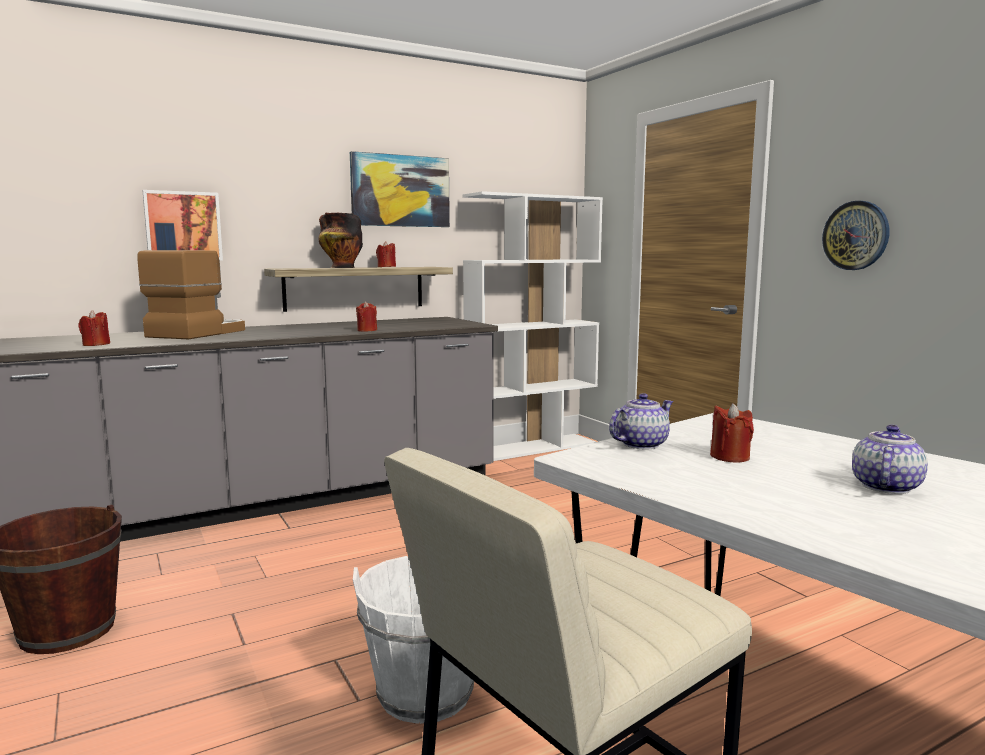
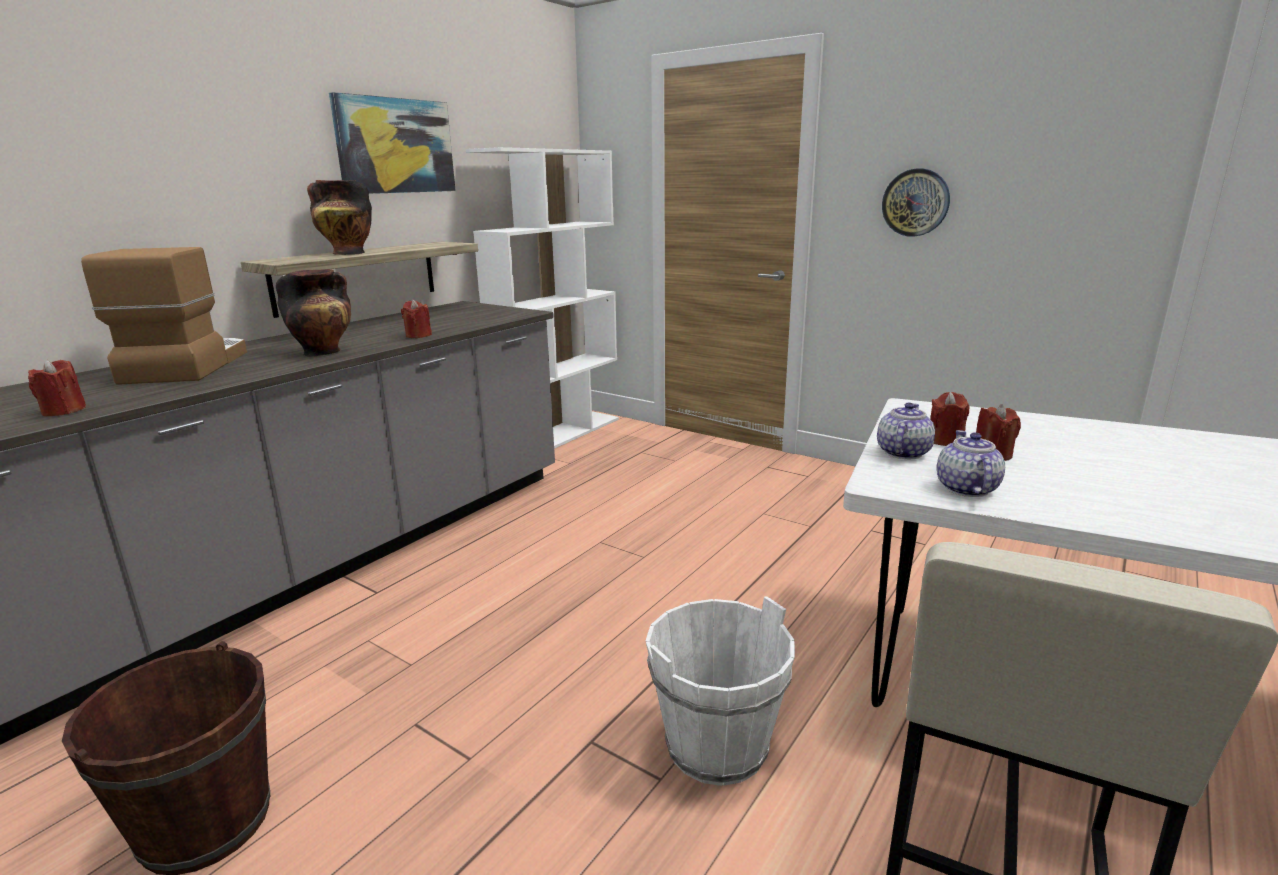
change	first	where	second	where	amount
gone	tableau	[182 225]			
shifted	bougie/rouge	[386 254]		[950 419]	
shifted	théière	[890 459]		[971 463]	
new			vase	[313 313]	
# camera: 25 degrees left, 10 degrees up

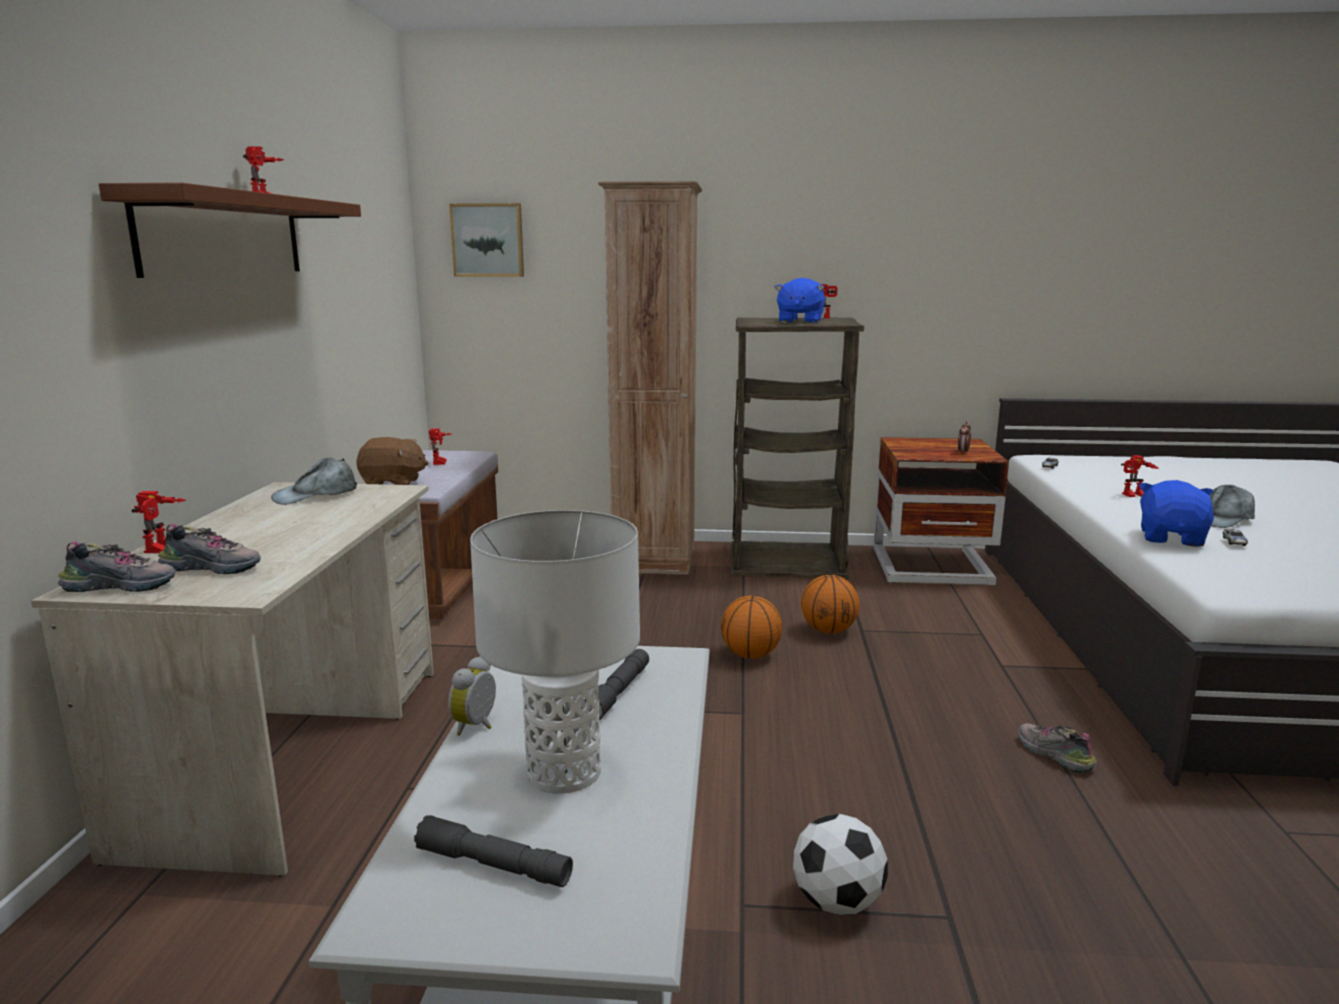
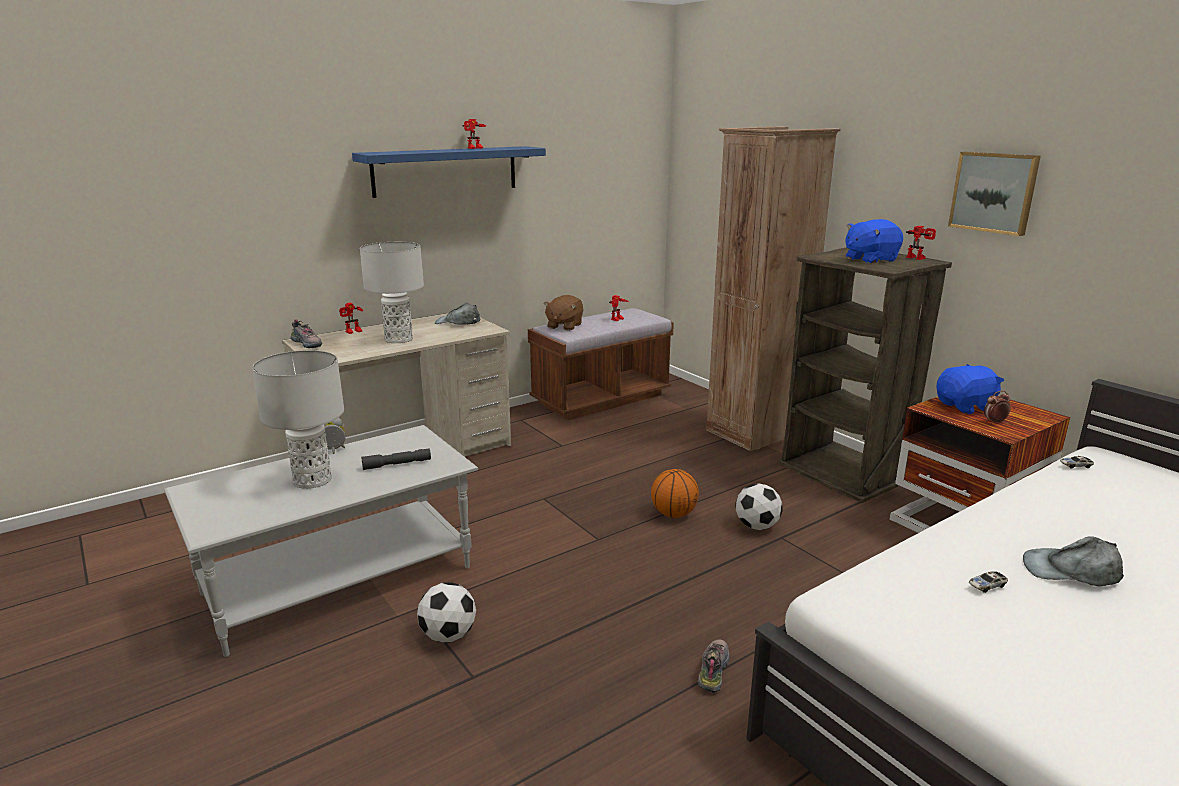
change	first	where	second	where	amount
repainted	étagère/marron	[230 230]	étagère/bleu	[449 172]	
shifted	tableau	[486 240]		[994 194]	
rotated	peluche/marron	[392 461]		[563 313]	60 degrees clockwise
gone	robot jouet	[1140 476]			
shifted	peluche/bleu	[1176 513]		[970 389]	
gone	chaussure	[209 549]			
swapped	ballon de basket	[830 604]	ballon de foot	[759 506]	
gone	lampe de poche/gris	[493 851]			
new			lampe de table/blanc	[392 292]	
# camera: 50 degrees right, 5 degrees up

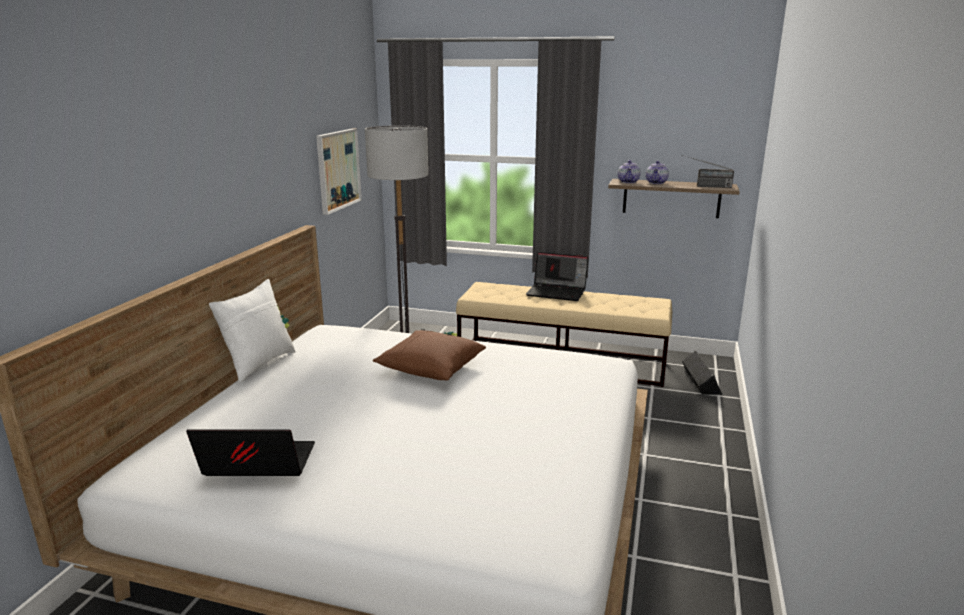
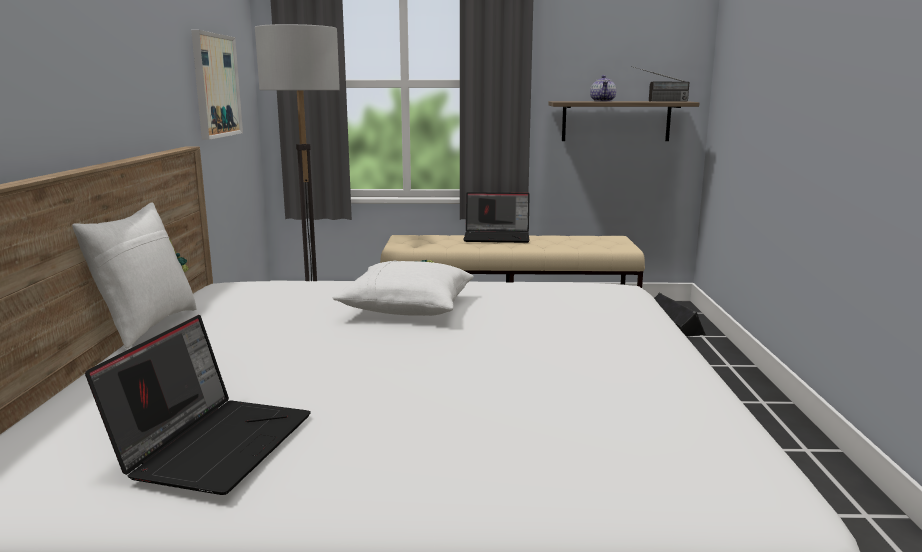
change	first	where	second	where	amount
gone	théière	[629 171]			
repainted	coussin/marron	[429 355]	coussin/blanc	[403 288]	
rotated	ordinateur portable	[250 452]		[198 405]	120 degrees clockwise
# camera: 15 degrees left, 5 degrees down

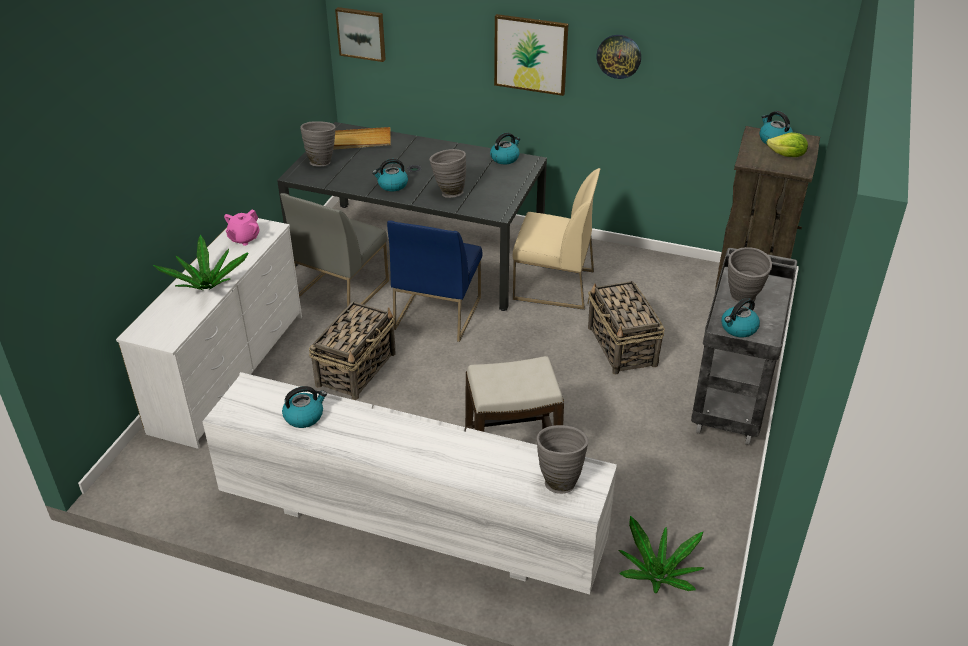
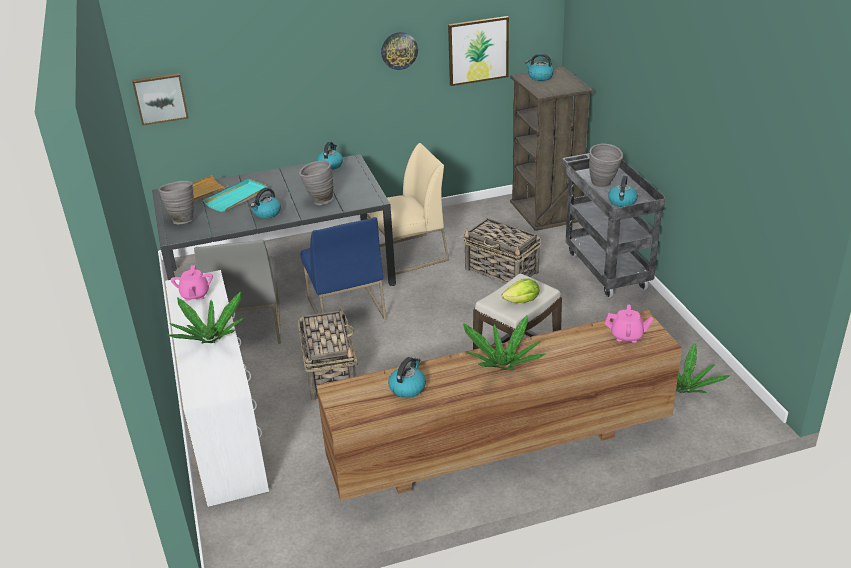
change	first	where	second	where	amount
shifted	tableau	[531 55]		[478 51]	
shifted	laitue	[787 145]		[521 290]	
repainted	meuble de rangement/blanc	[409 483]	meuble de rangement/marron	[499 405]	
swapped	vase/gris	[562 459]	théière/rose	[629 323]	
new			plateau/turquoise	[235 195]	
new			plante en pot	[504 343]	
# camera: 35 degrees left, 5 degrees down

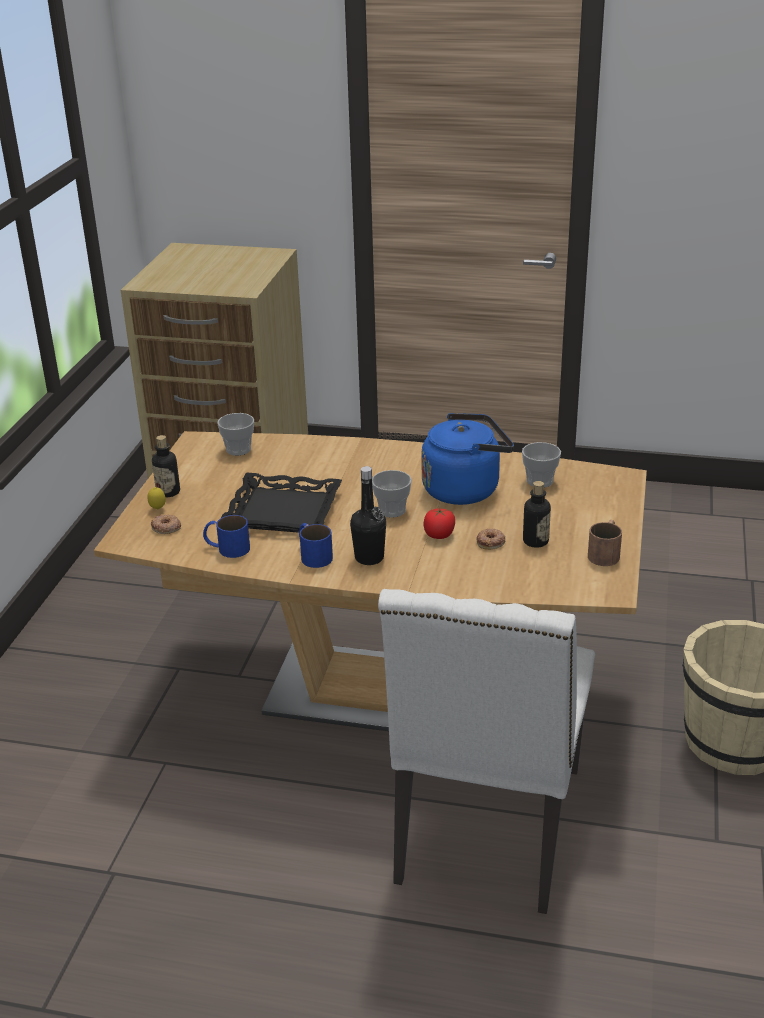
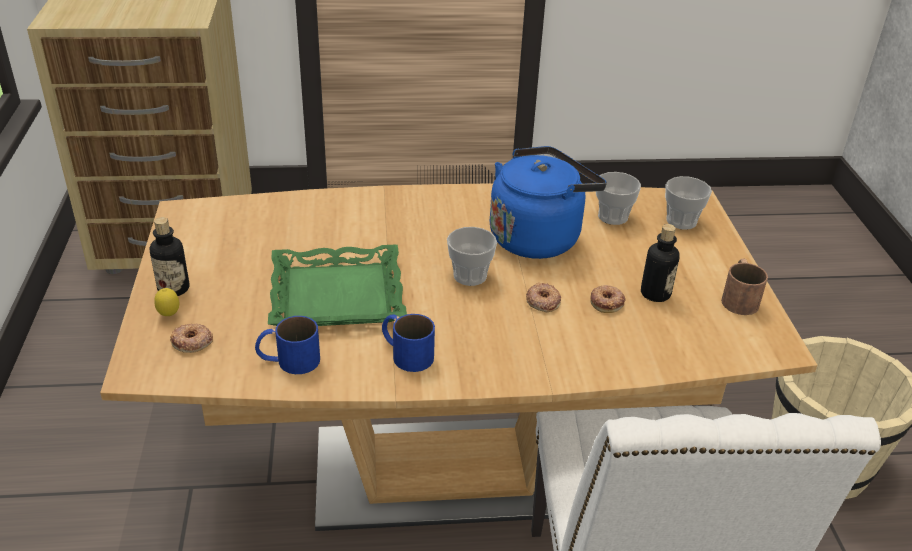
change	first	where	second	where	amount
shifted	tasse	[235 434]		[688 203]	
gone	bouteille/noir	[368 515]			
repainted	plateau/noir	[281 503]	plateau/vert	[337 285]	
swapped	tomate	[439 523]	beignet	[543 297]	
# camera: 20 degrees left, 5 degrees up

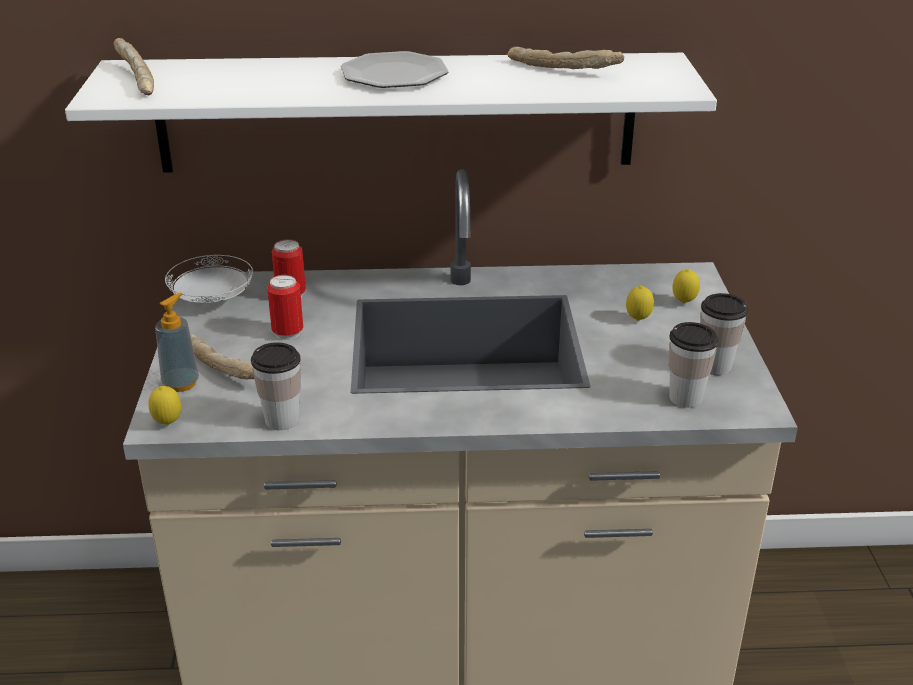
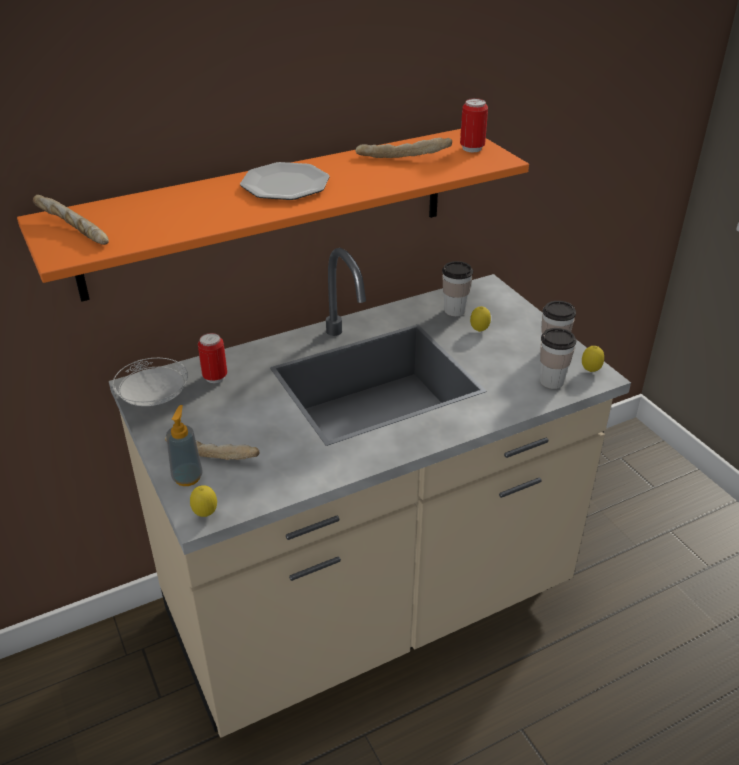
change	first	where	second	where	amount
repainted	étagère/blanc	[391 113]	étagère/orange	[273 215]	
shifted	citron	[686 286]		[593 359]	
shifted	boîte métallique	[285 307]		[474 125]	
shifted	tasse	[276 386]		[457 288]	
# camera: 25 degrees left, 5 degrees up

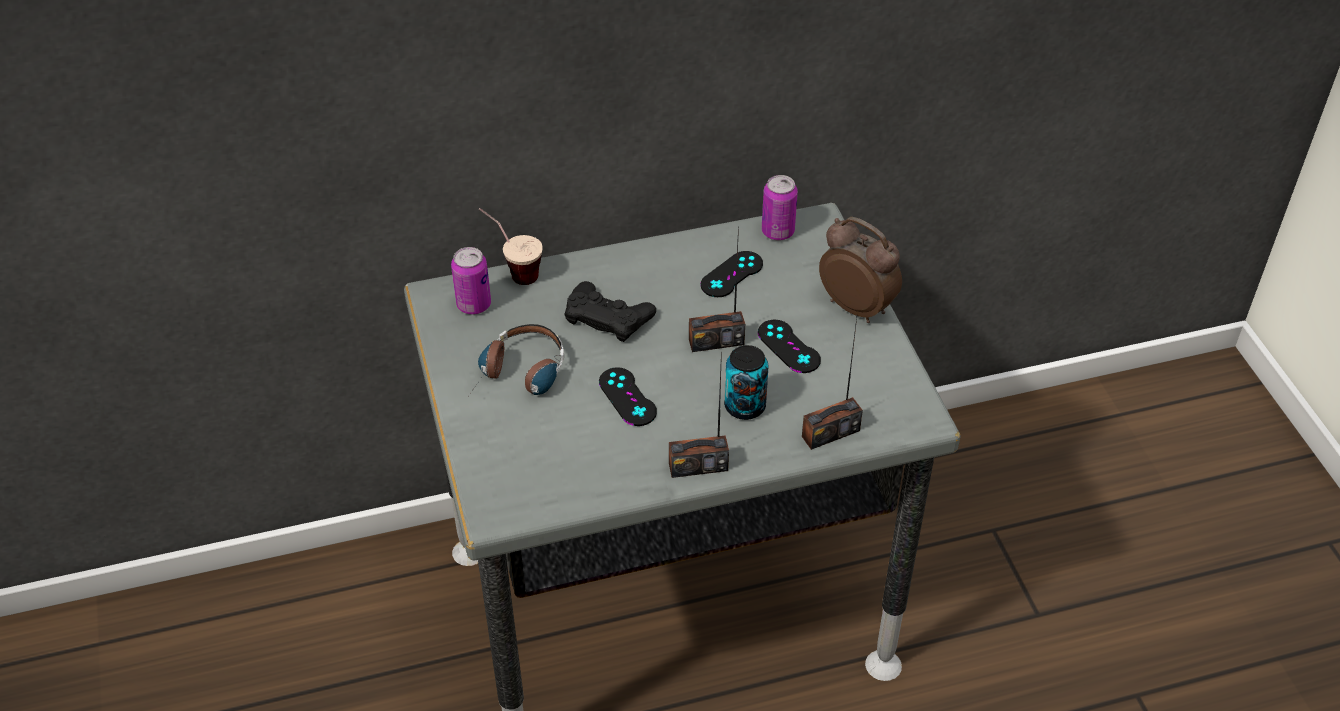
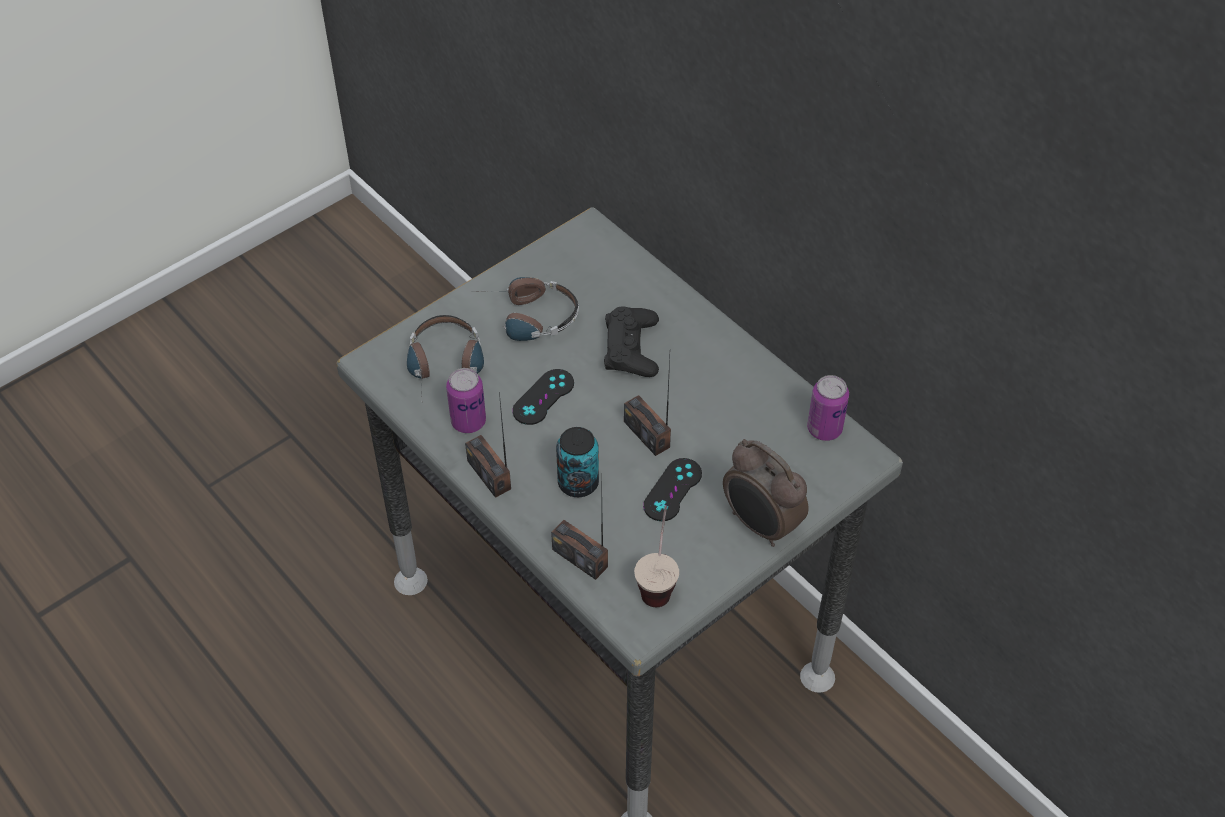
change	first	where	second	where	amount
shifted	tasse	[511 246]		[656 556]	
rotated	réveil	[860 270]		[766 493]	120 degrees clockwise
shifted	boîte métallique	[471 281]		[466 400]	
gone	manette/noir	[731 274]			
new			casque audio	[445 355]	
# camera: 65 degrees right, 5 degrees up

